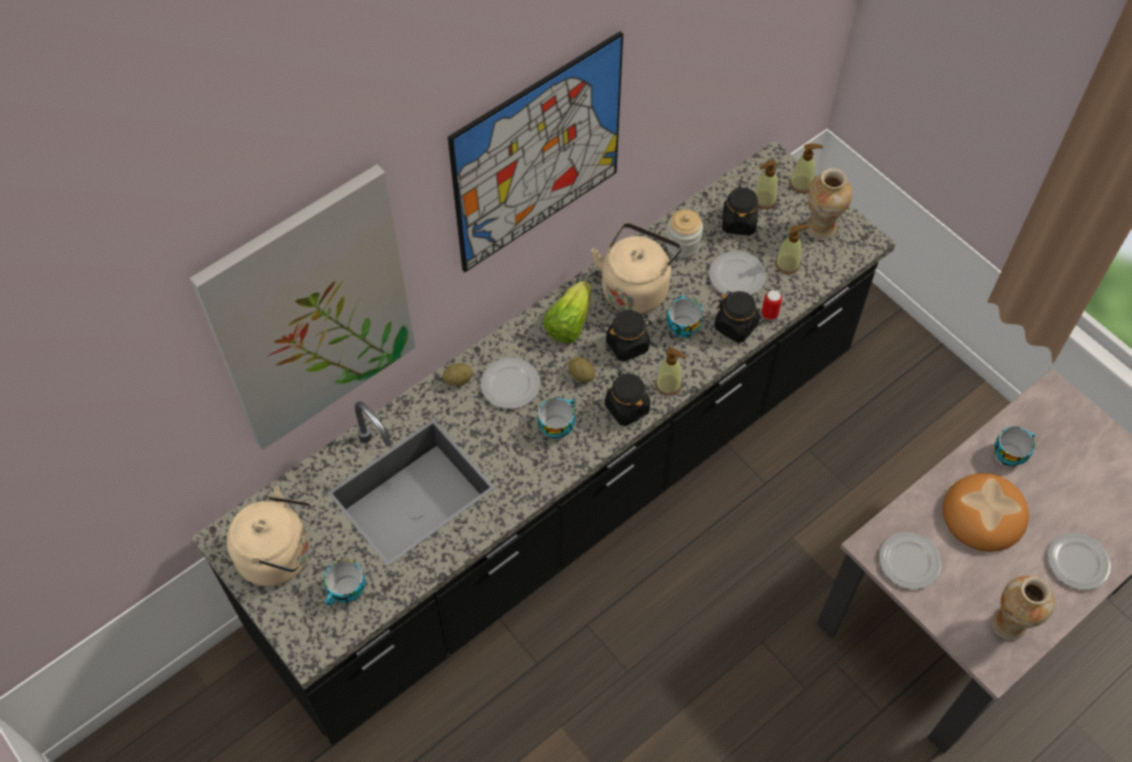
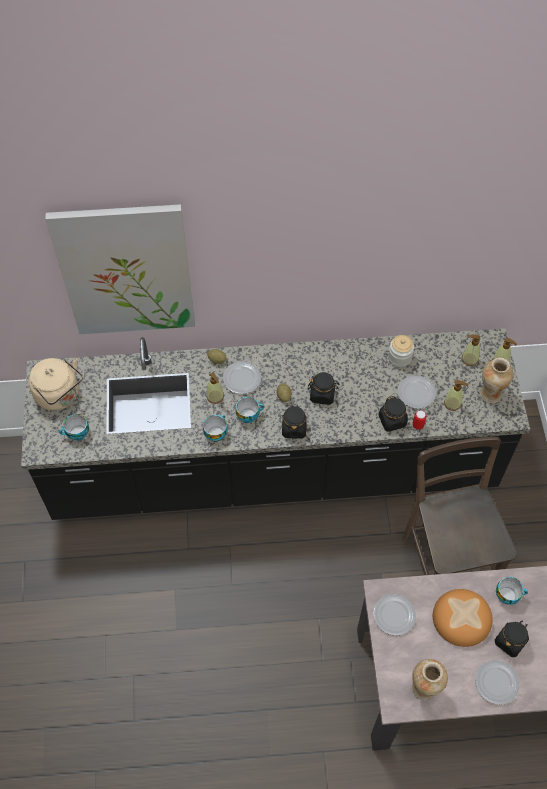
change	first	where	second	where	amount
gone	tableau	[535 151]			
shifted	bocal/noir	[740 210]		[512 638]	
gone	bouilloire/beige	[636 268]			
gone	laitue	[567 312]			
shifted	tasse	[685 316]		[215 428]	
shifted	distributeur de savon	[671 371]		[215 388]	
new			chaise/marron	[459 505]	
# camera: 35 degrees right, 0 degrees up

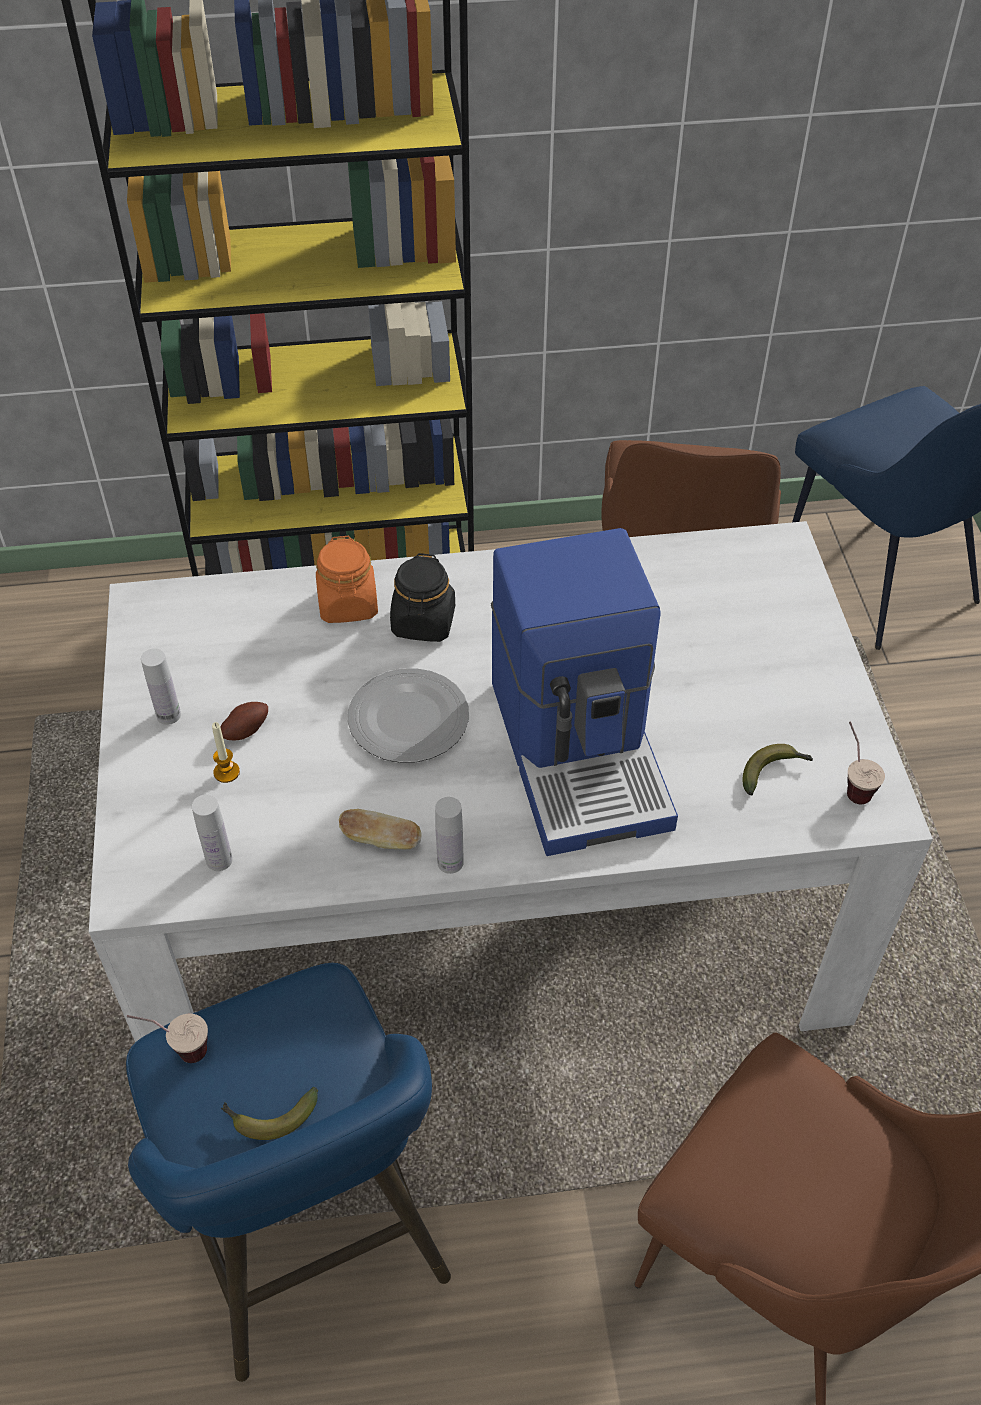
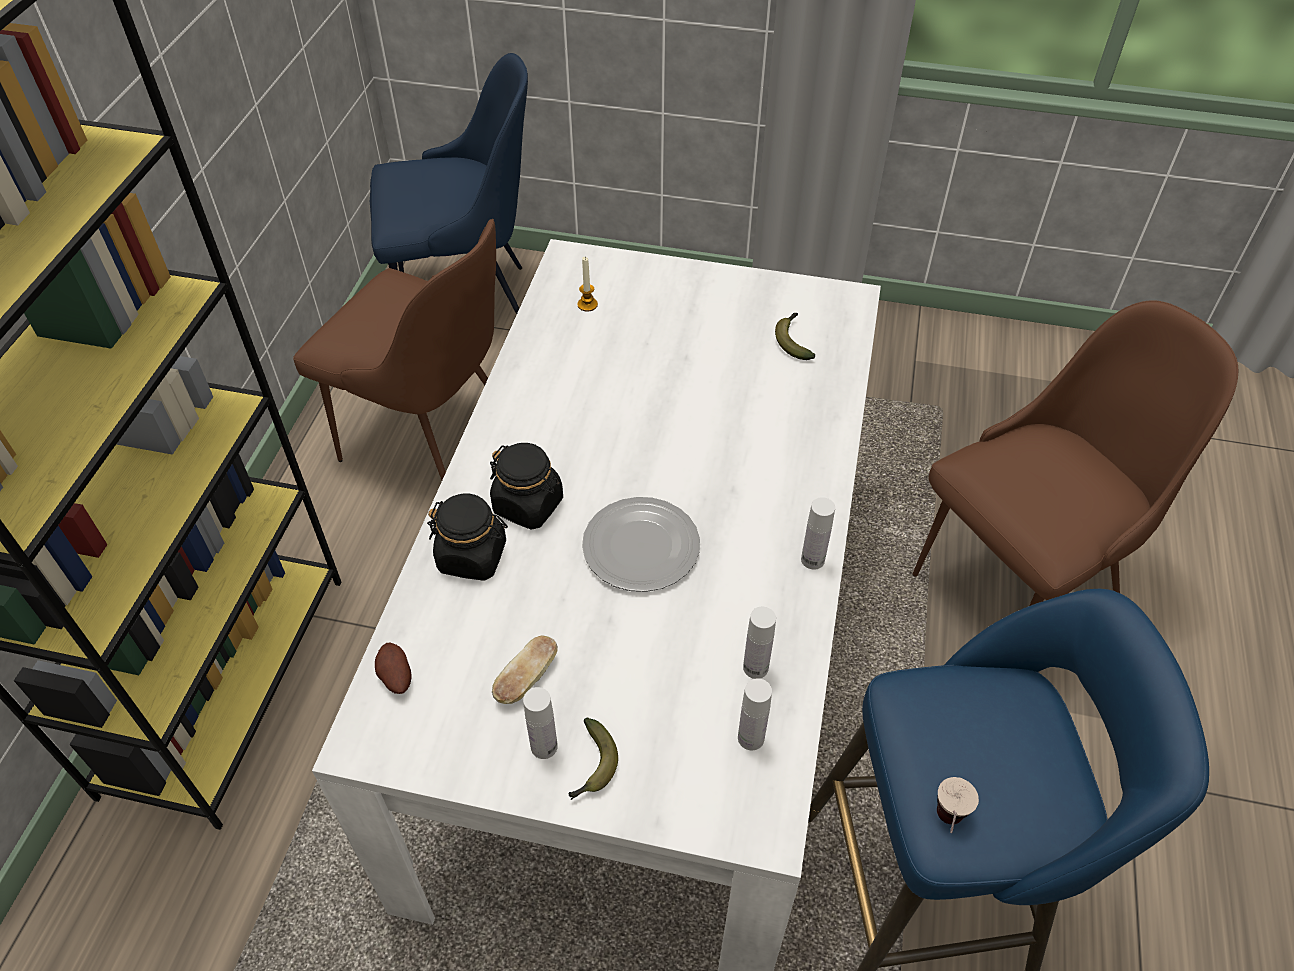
change	first	where	second	where	amount
gone	machine à café	[584 692]			
repainted	bocal/orange	[347 579]	bocal/noir	[467 537]	
shifted	pomme de terre	[244 721]		[393 668]	
gone	tasse	[866 762]			
shifted	bougie	[226 752]		[587 284]	
shifted	pain	[380 829]		[525 669]	
shifted	banane	[269 1113]		[593 759]	
new			bouteille/blanc	[759 643]	
# camera: 70 degrees left, 0 degrees up

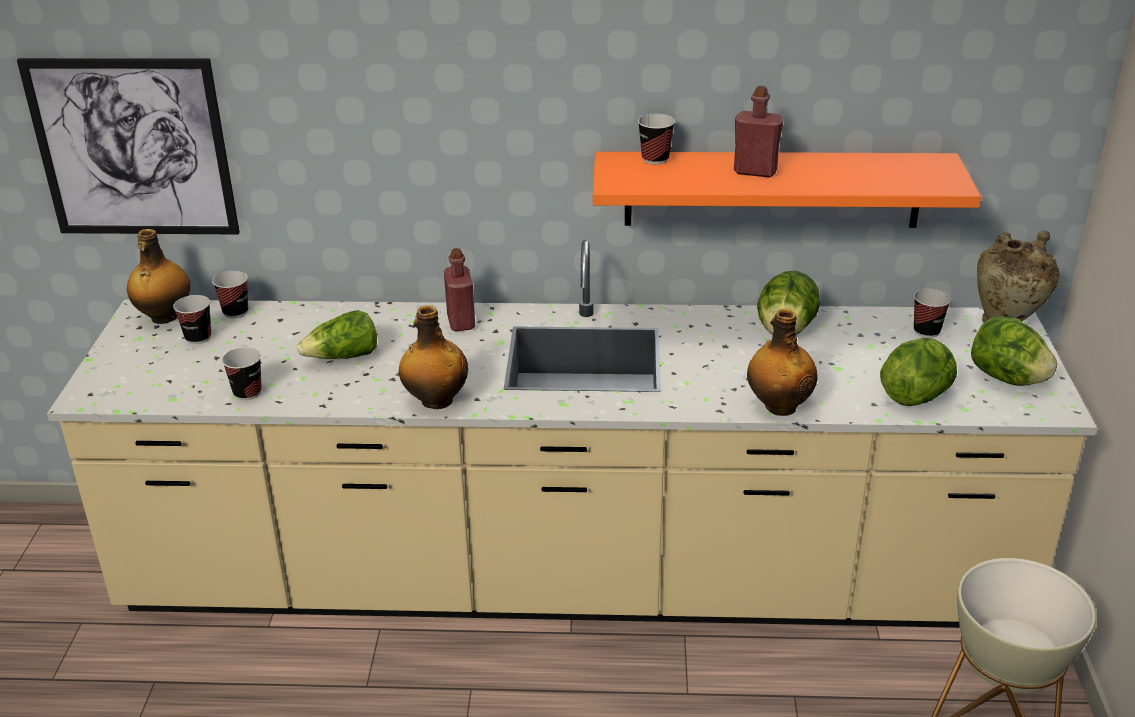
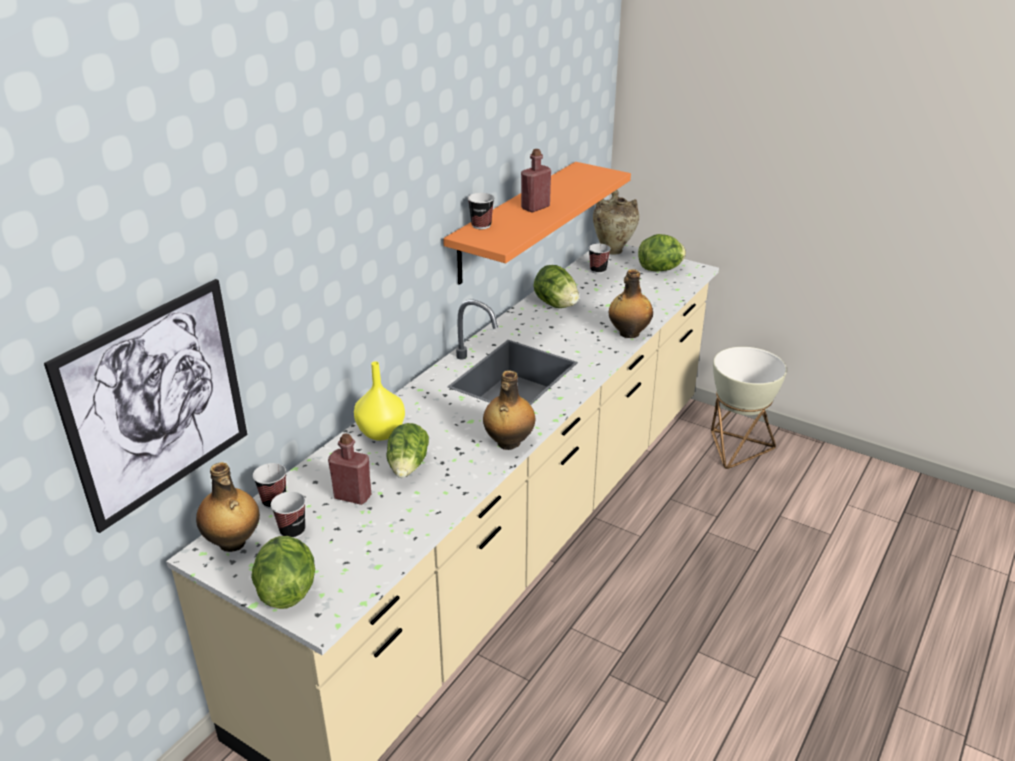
change	first	where	second	where	amount
shifted	bouteille/rouge	[459 289]		[349 469]	
shifted	laitue	[918 372]		[283 572]	
gone	tasse	[242 373]			
new			vase/jaune	[379 401]	
# camera: 60 degrees left, 0 degrees up

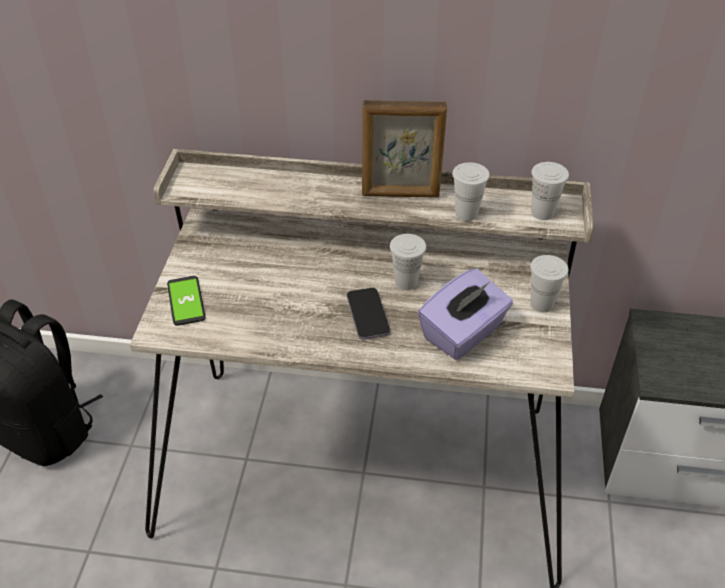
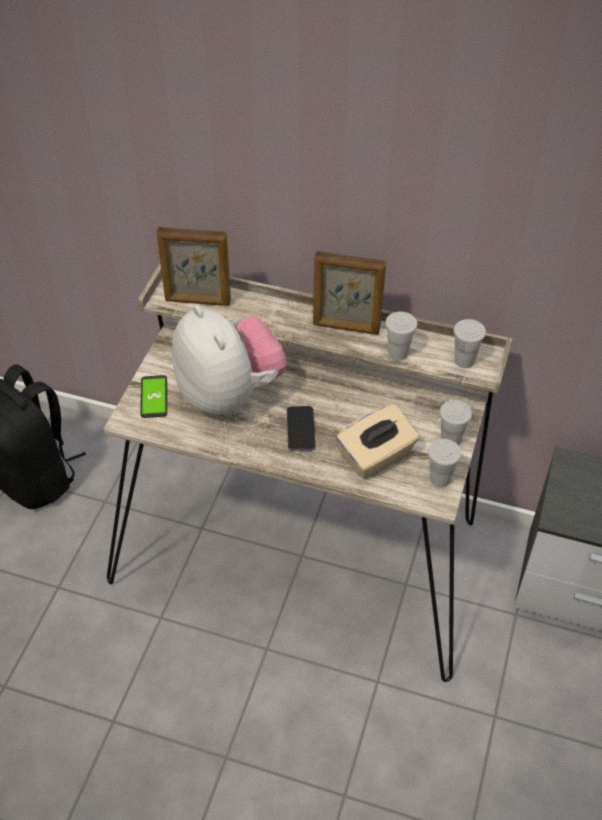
change	first	where	second	where	amount
shifted	tasse/blanc	[408 262]		[444 463]	
repainted	boîte à mouchoirs/violet	[465 314]	boîte à mouchoirs/beige	[377 441]	
new			cadre photo	[193 266]	
new			peluche	[229 360]	
# camera: 10 degrees right, 5 degrees up

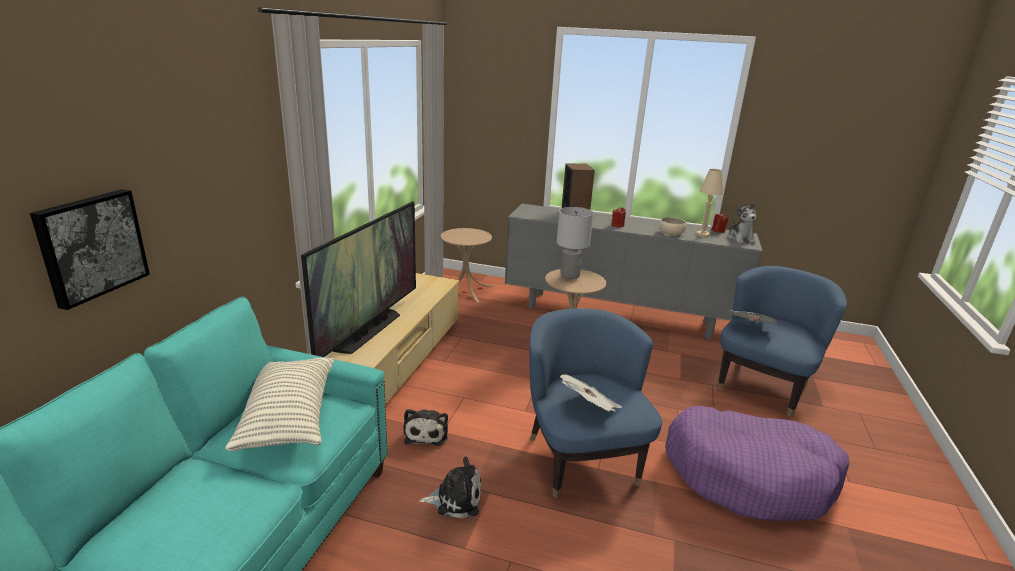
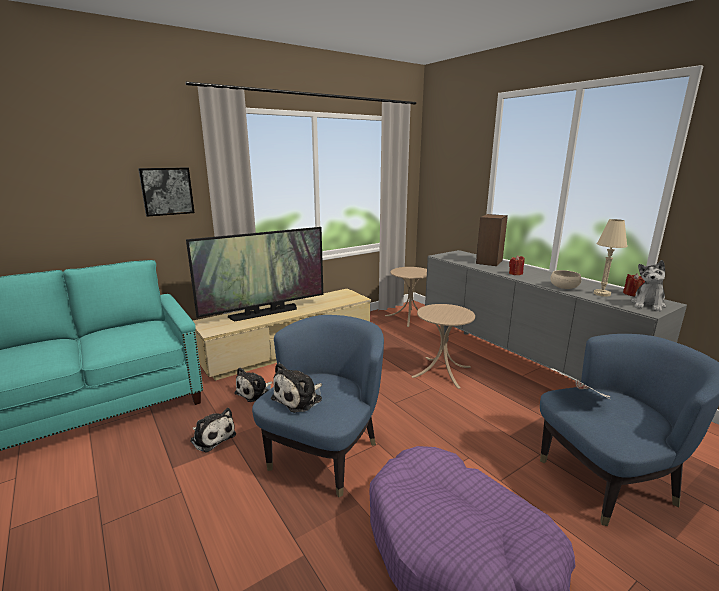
change	first	where	second	where	amount
shifted	tableau	[90 249]		[166 192]	
gone	lampe de table/gris	[575 243]			
gone	coussin	[279 404]			
swapped	journal	[591 392]	peluche	[296 387]	
# camera: 40 degrees right, 5 degrees down

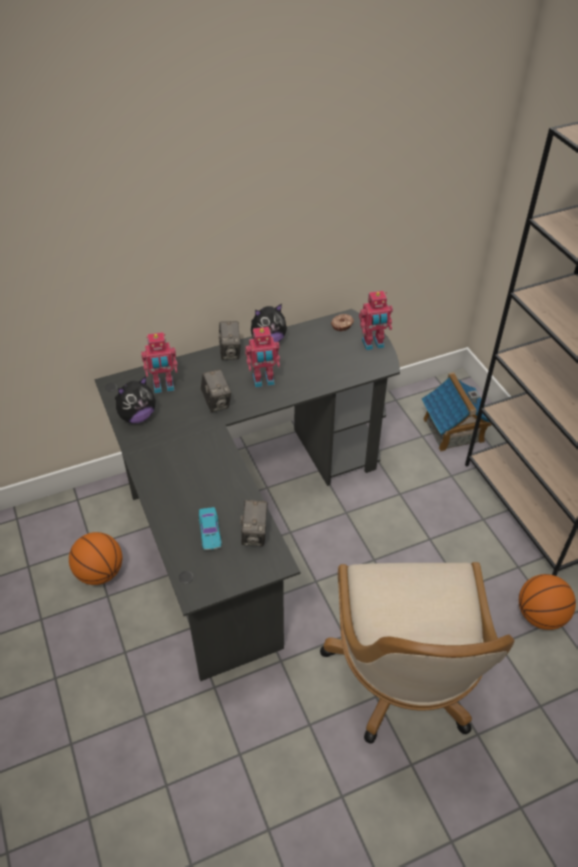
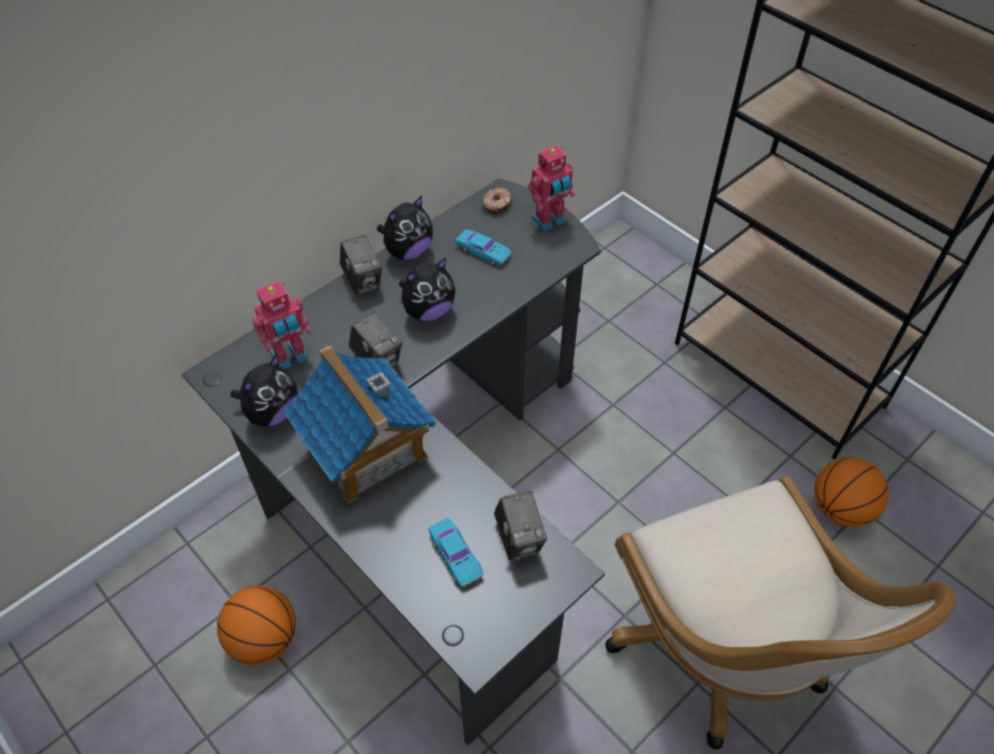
change	first	where	second	where	amount
swapped	robot jouet	[262 357]	peluche	[427 289]	
shifted	maison miniature	[456 411]		[360 425]	
new			petite voiture/turquoise	[484 248]	
# camera: 20 degrees left, 5 degrees up

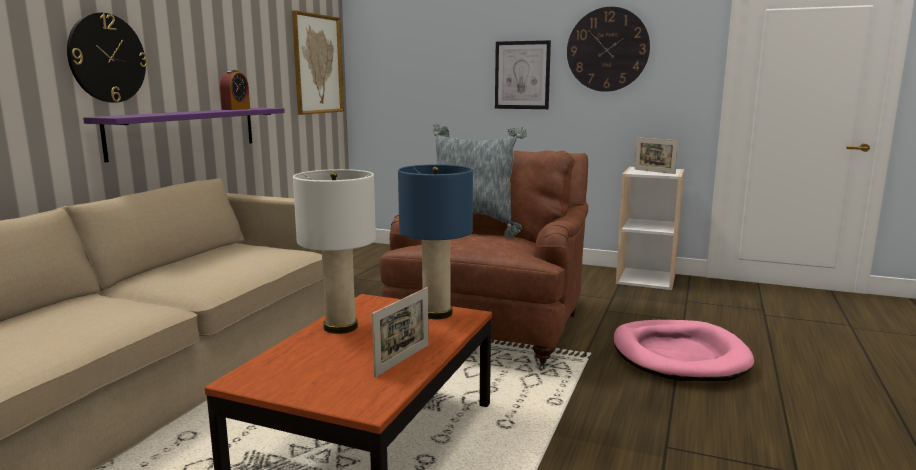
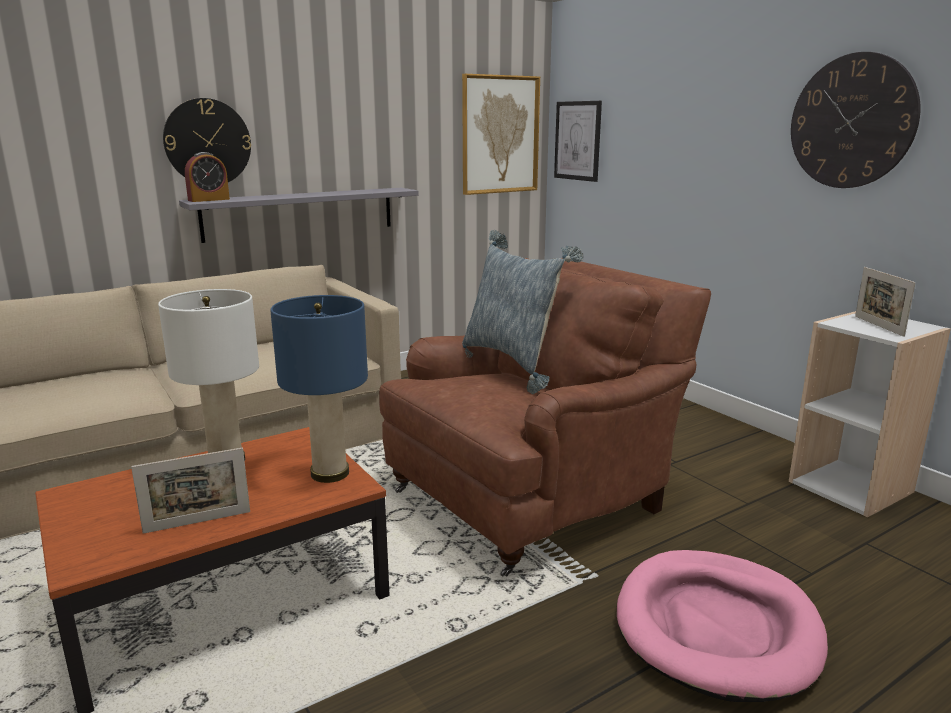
change	first	where	second	where	amount
shifted	tableau	[523 74]		[578 141]	
shifted	réveil	[235 90]		[207 177]	
repainted	étagère/violet	[184 135]	étagère/gris	[299 215]	
# camera: 35 degrees right, 5 degrees up

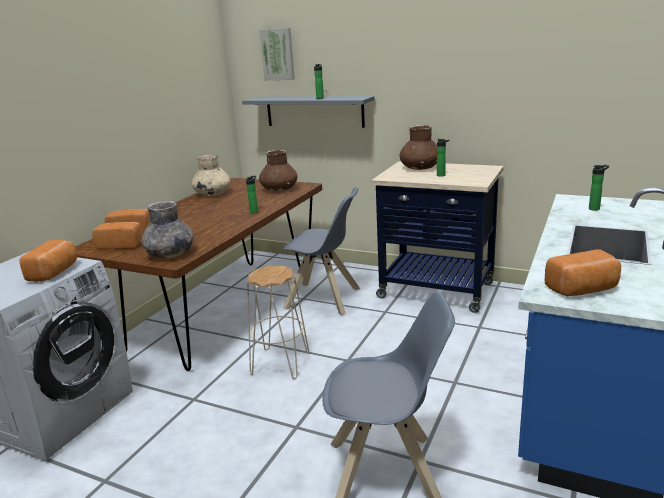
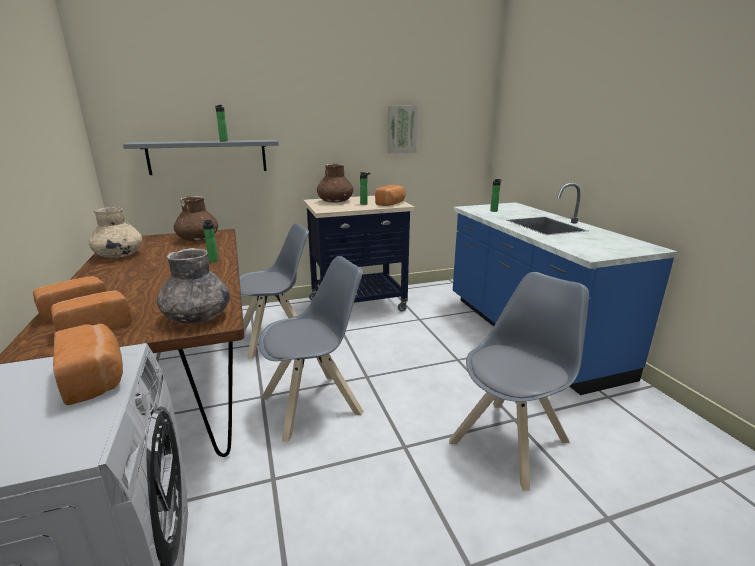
change	first	where	second	where	amount
shifted	tableau	[277 54]		[403 129]	
shifted	pain	[582 273]		[390 195]	
swapped	tabouret/beige	[278 322]	chaise/gris	[311 349]	
# camera: 45 degrees left, 0 degrees up

